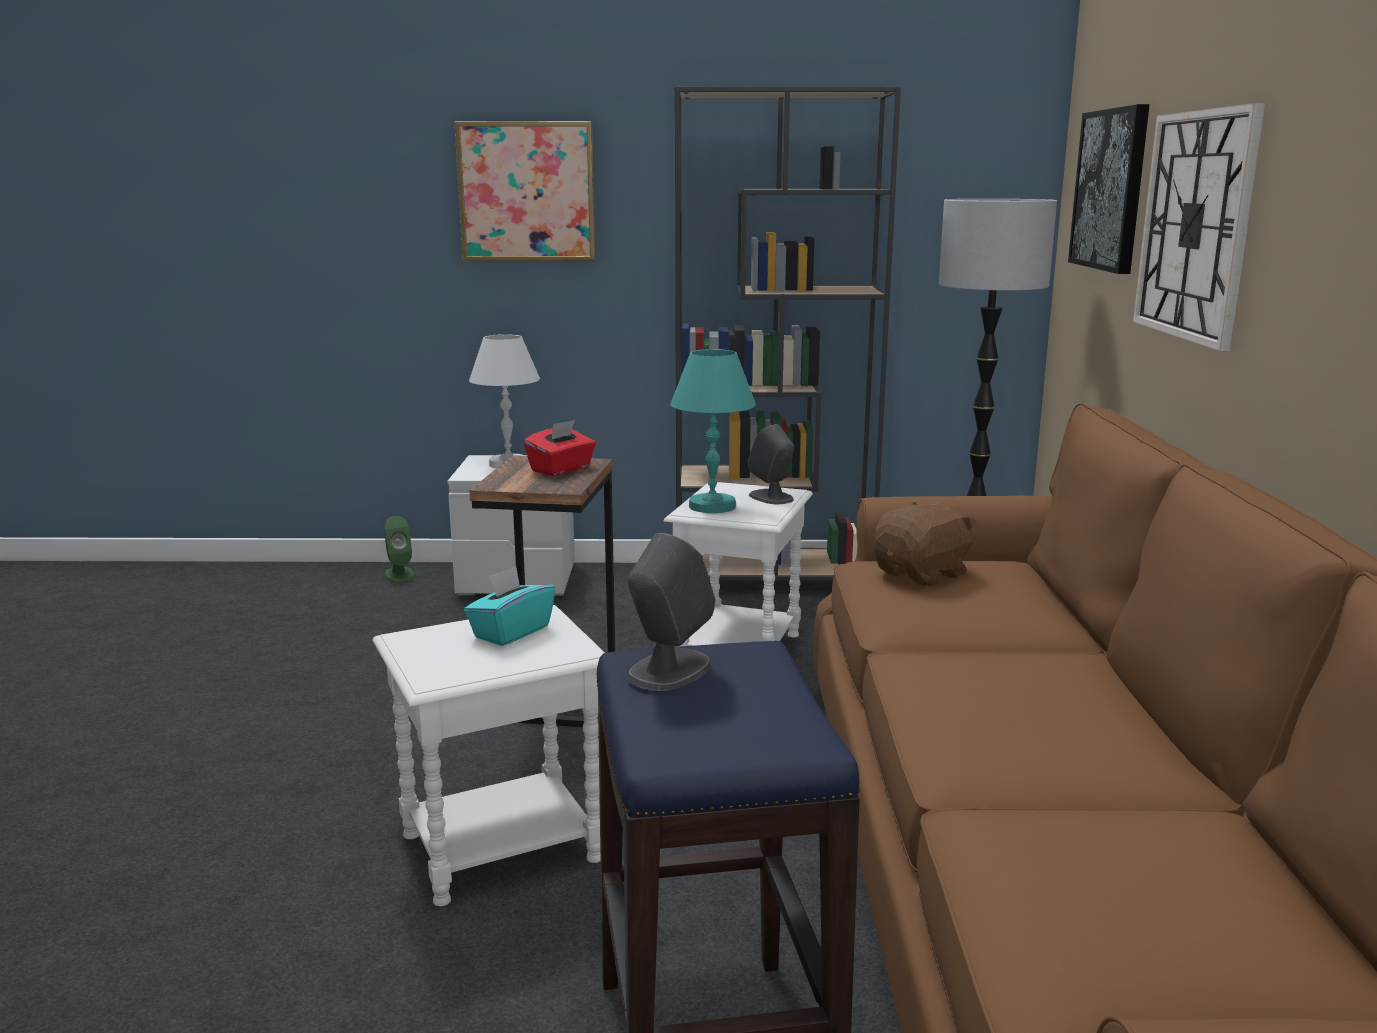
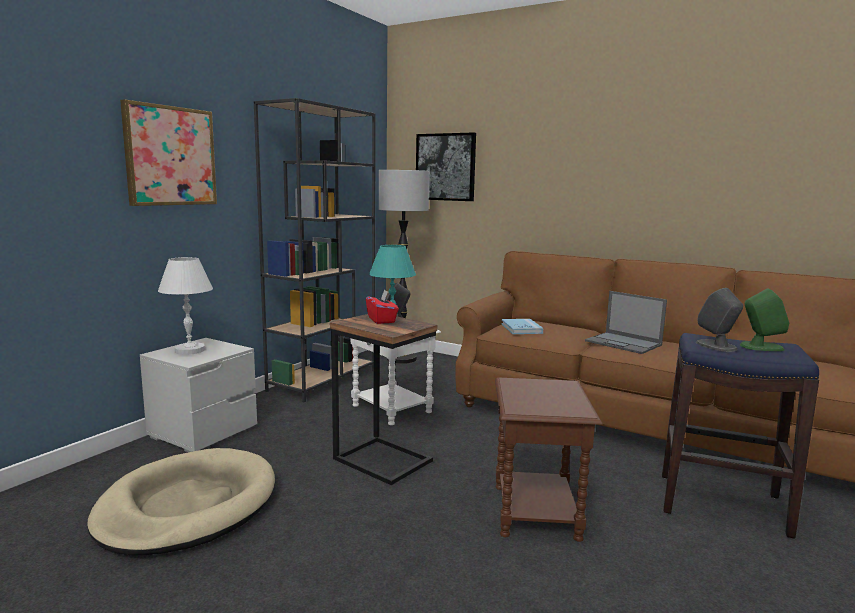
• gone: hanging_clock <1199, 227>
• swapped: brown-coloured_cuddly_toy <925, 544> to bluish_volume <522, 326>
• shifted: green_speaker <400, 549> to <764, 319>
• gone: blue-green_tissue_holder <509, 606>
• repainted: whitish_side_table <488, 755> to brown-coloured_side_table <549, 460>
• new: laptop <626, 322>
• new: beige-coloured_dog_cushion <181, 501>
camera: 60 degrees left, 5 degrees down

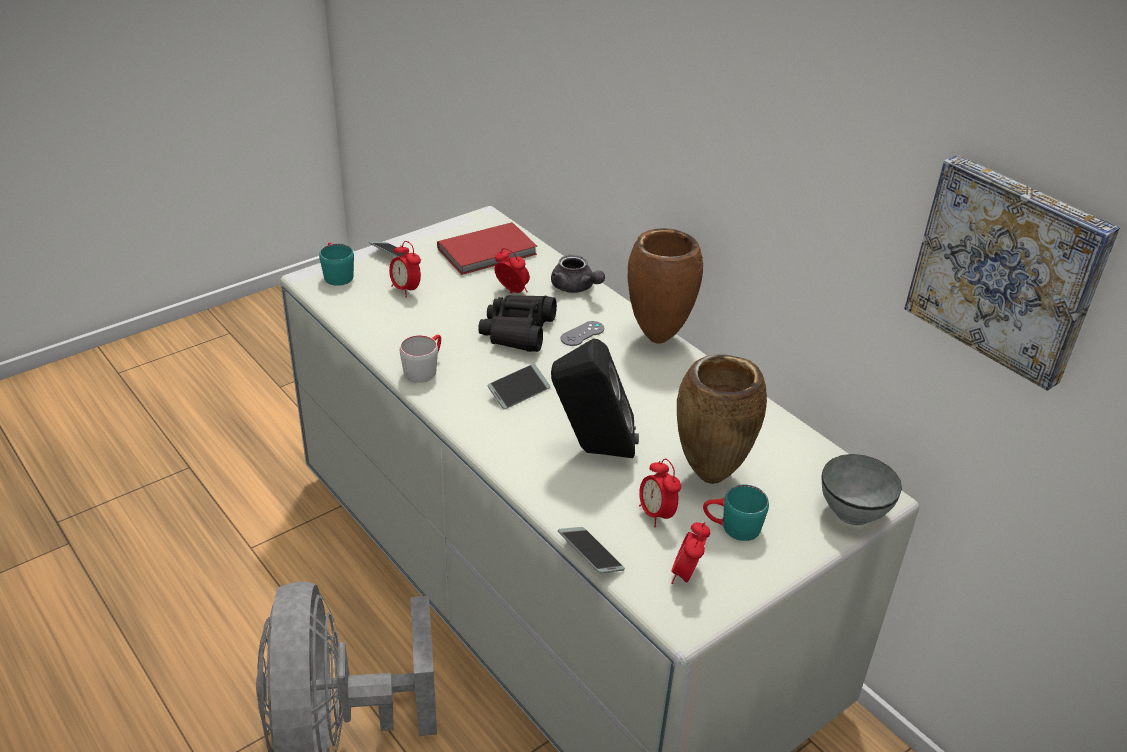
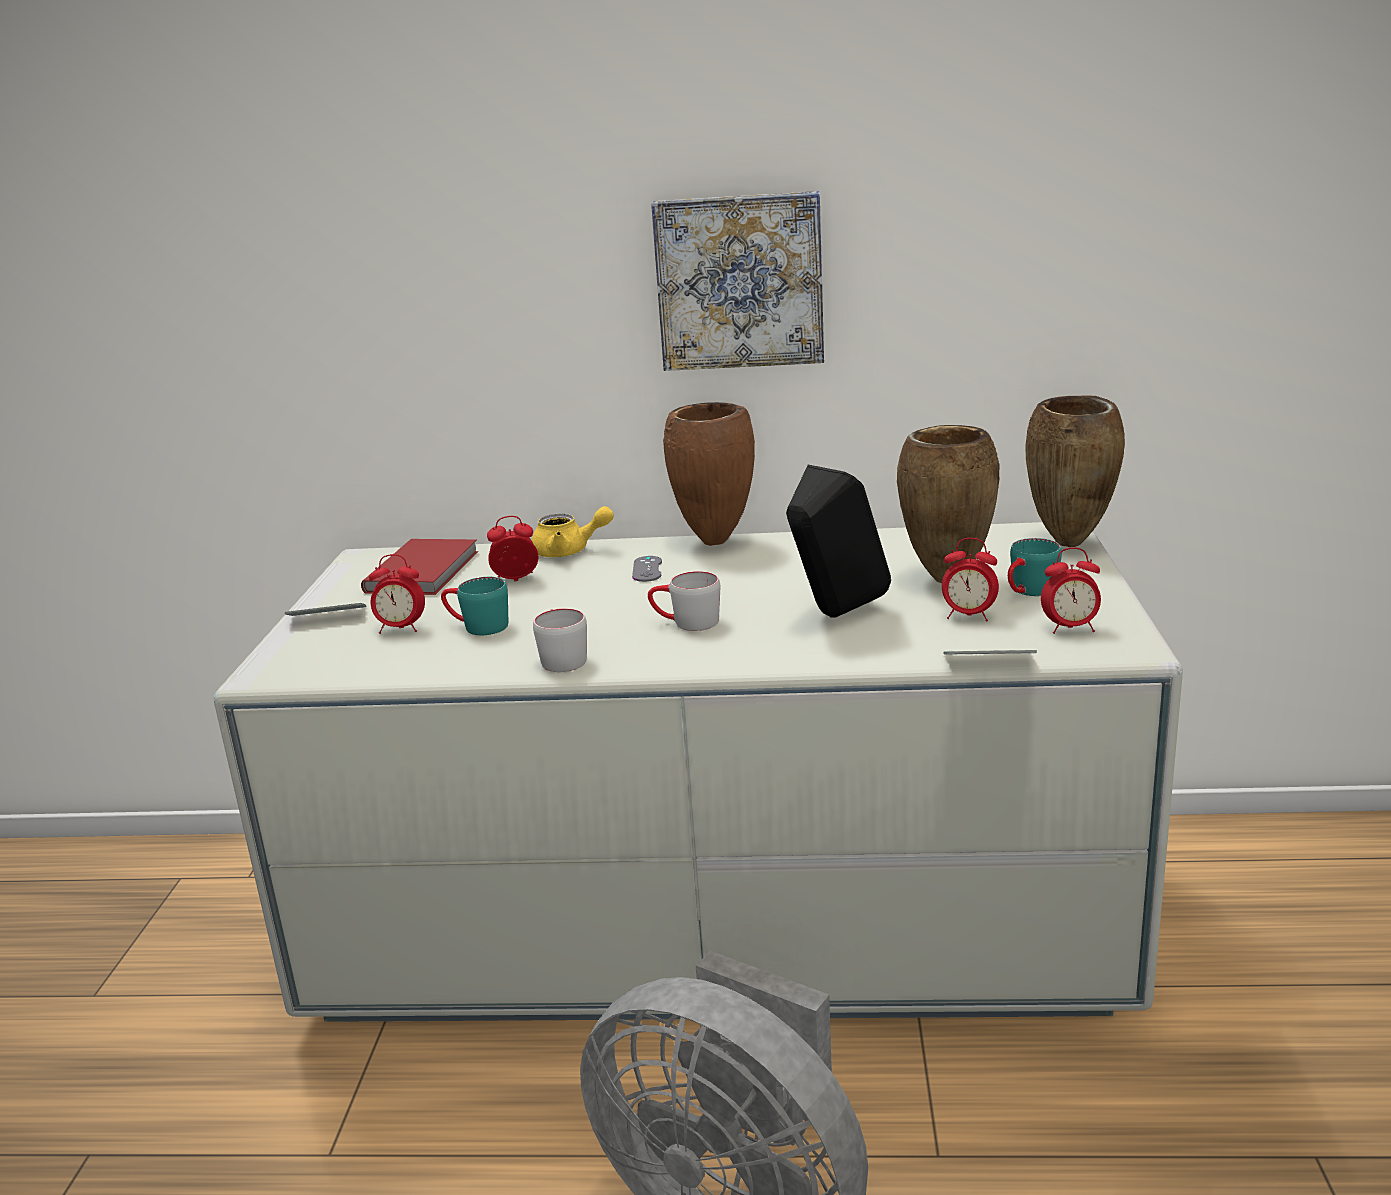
• shifted: wall_art <1012, 273> to <737, 281>
• shifted: blue-green_mug <336, 264> to <474, 606>
• repainted: greyish_teapot <578, 274> to yellow-coloured_teapot <573, 531>
• gone: blackish_field_glasses <517, 323>
• swapped: phone <519, 386> to greyish_mug <684, 601>
• swapped: greyish_bowl <862, 489> to brown-coloured_vase <1075, 471>
• rotated: bedside_clock <691, 553> = <1071, 591> 60 degrees counterclockwise
camera: 45 degrees left, 15 degrees down

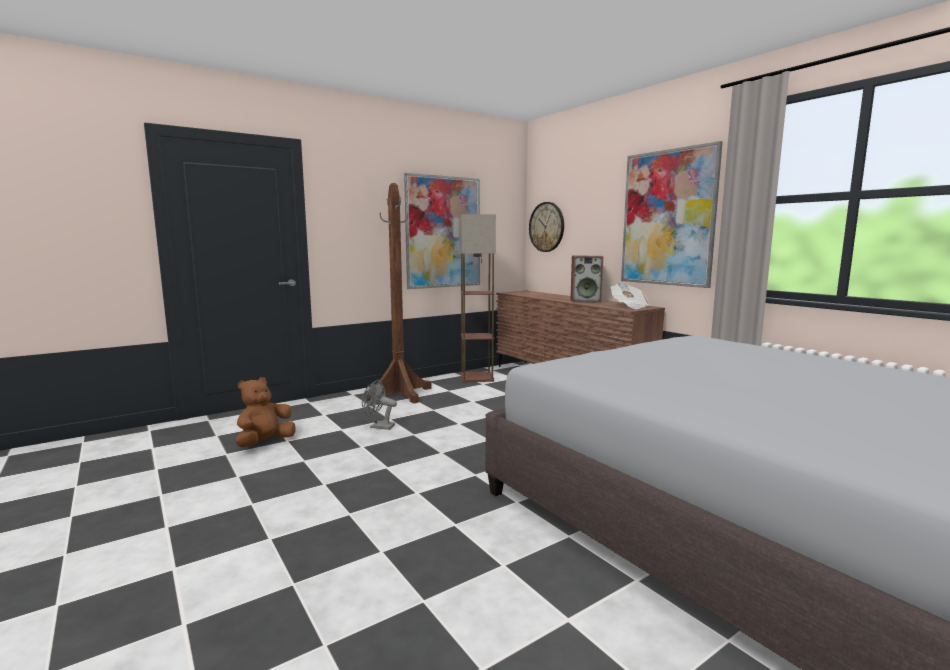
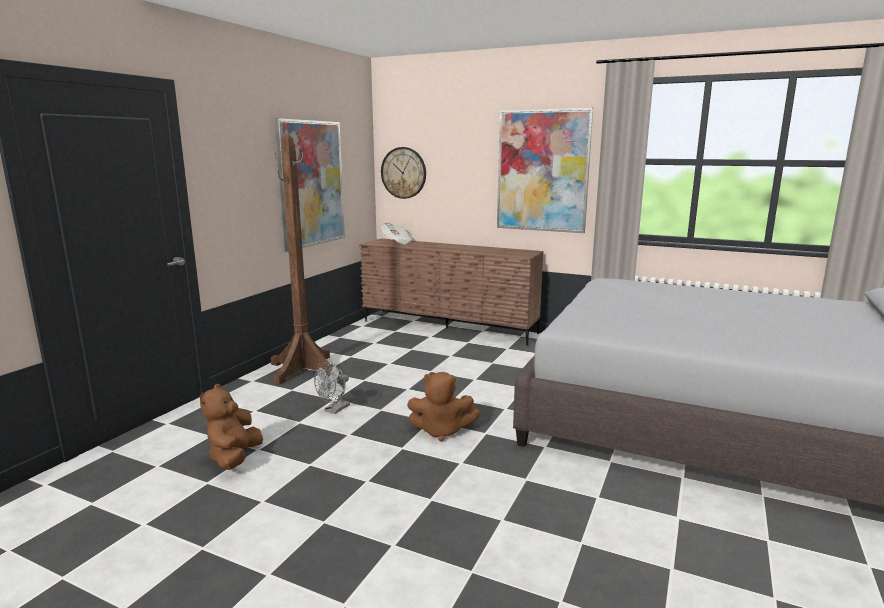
• gone: floor_lamp <477, 298>
• gone: speaker <586, 279>
• shifted: daily_paper <630, 296> to <396, 233>
• rotated: greyish_fan <379, 405> = <332, 388> 45 degrees counterclockwise
• new: brown-coloured_cuddly_toy <443, 407>
camera: 30 degrees left, 5 degrees up

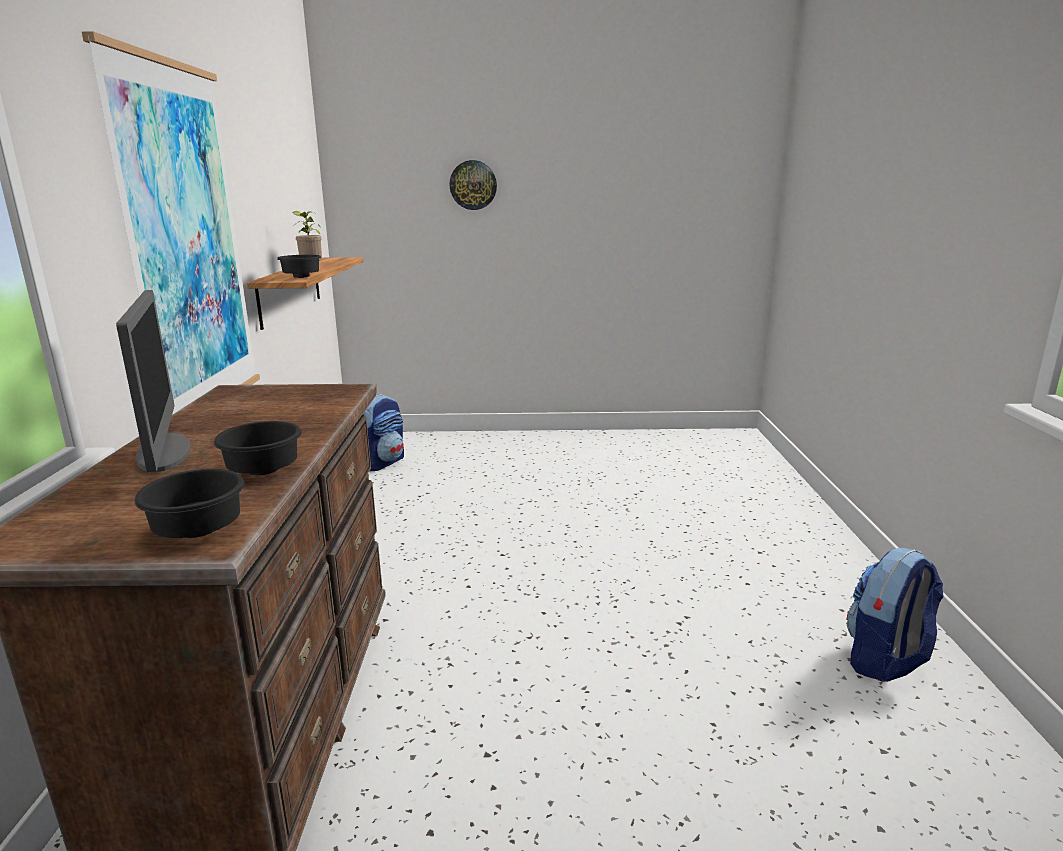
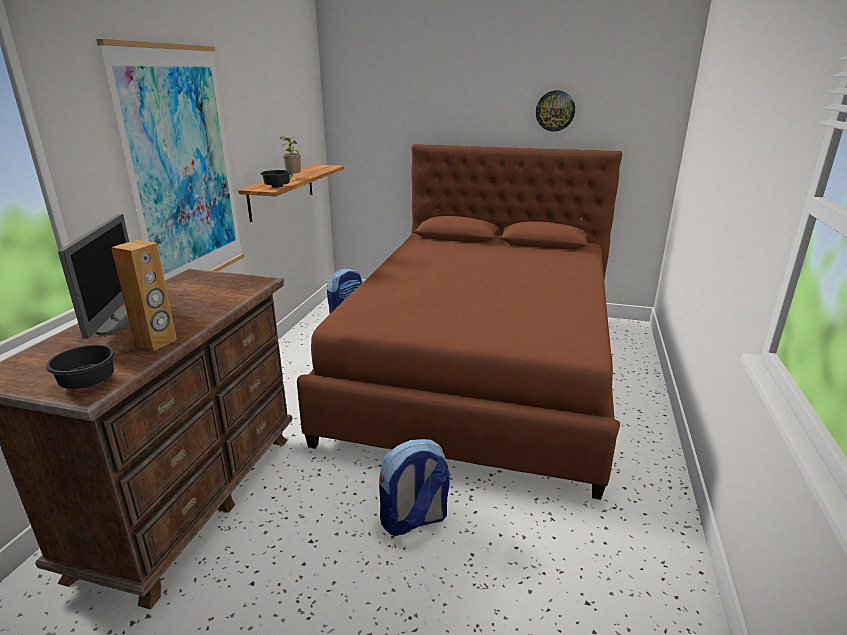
• shifted: hanging_clock <473, 185> to <555, 111>
• swapped: blackish_bowl <258, 448> to brown-coloured_speaker <144, 295>
• shifted: knapsack <895, 615> to <414, 487>
• new: brown-coloured_bed <459, 322>
camera: 15 degrees right, 5 degrees up

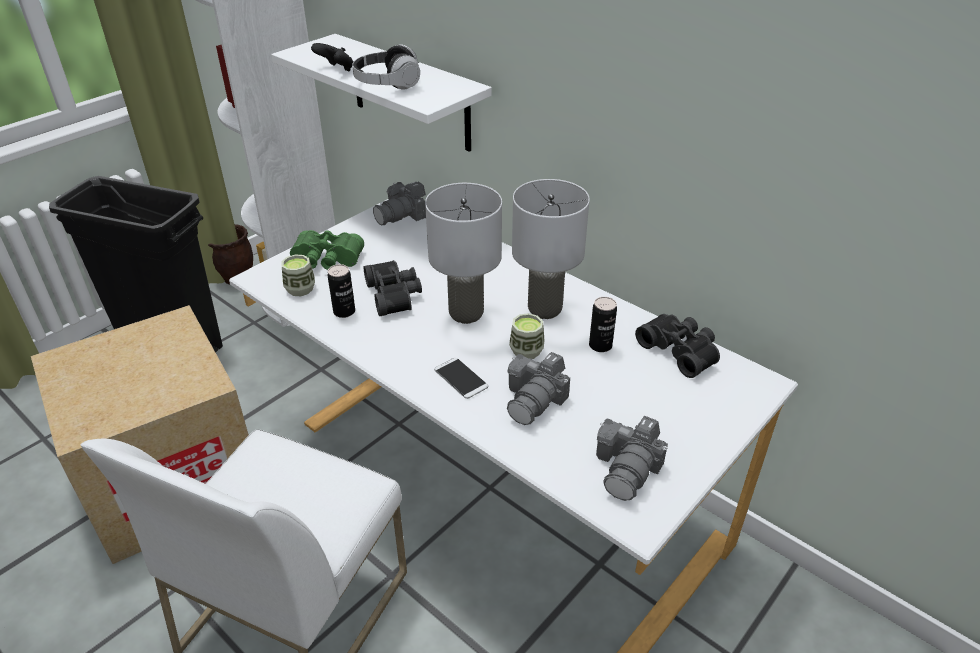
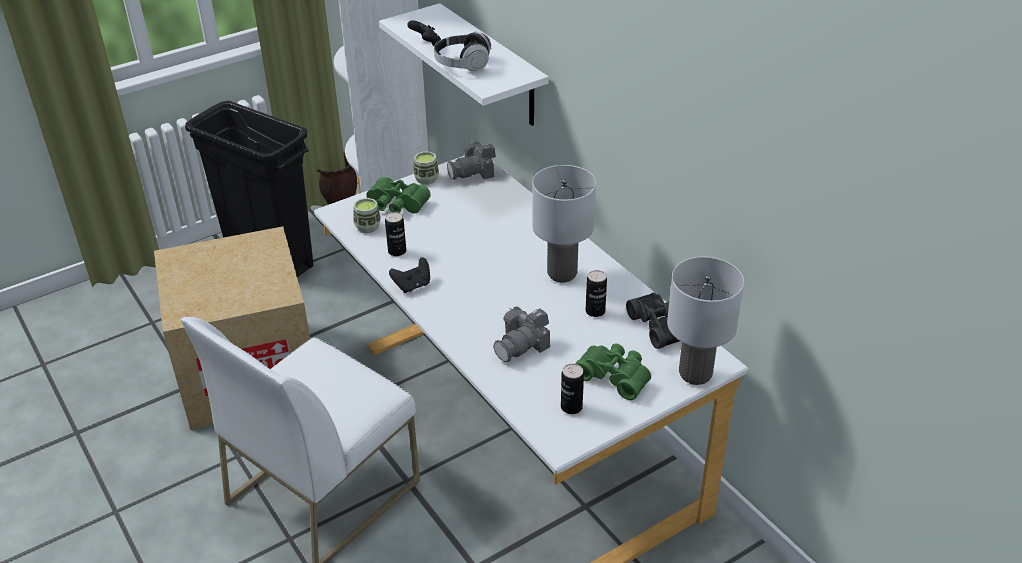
• shifted: whitish_lamp_for_a_table <463, 253> to <705, 321>
• gone: blackish_field_glasses <393, 288>
• shifted: drinking_cup <527, 336> to <426, 168>
• gone: phone <461, 378>
• swapped: photo_camera <632, 458> to sealed_can <572, 389>
• new: blackish_game_controller <409, 275>
• new: green_field_glasses <613, 371>
camera: 15 degrees right, 0 degrees up

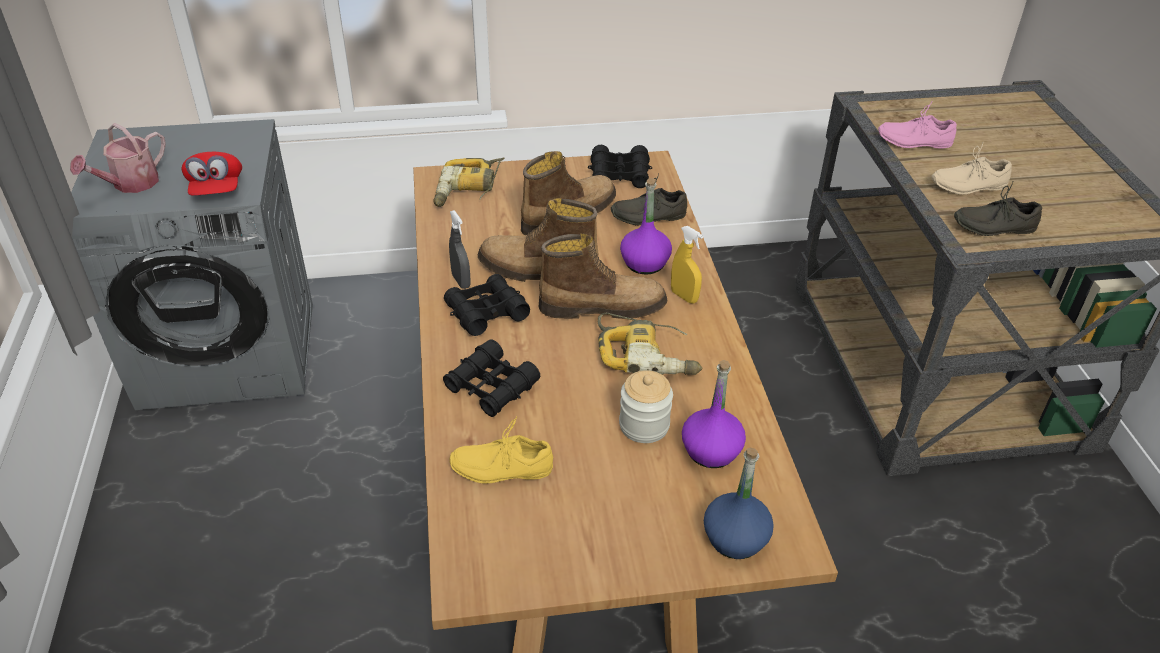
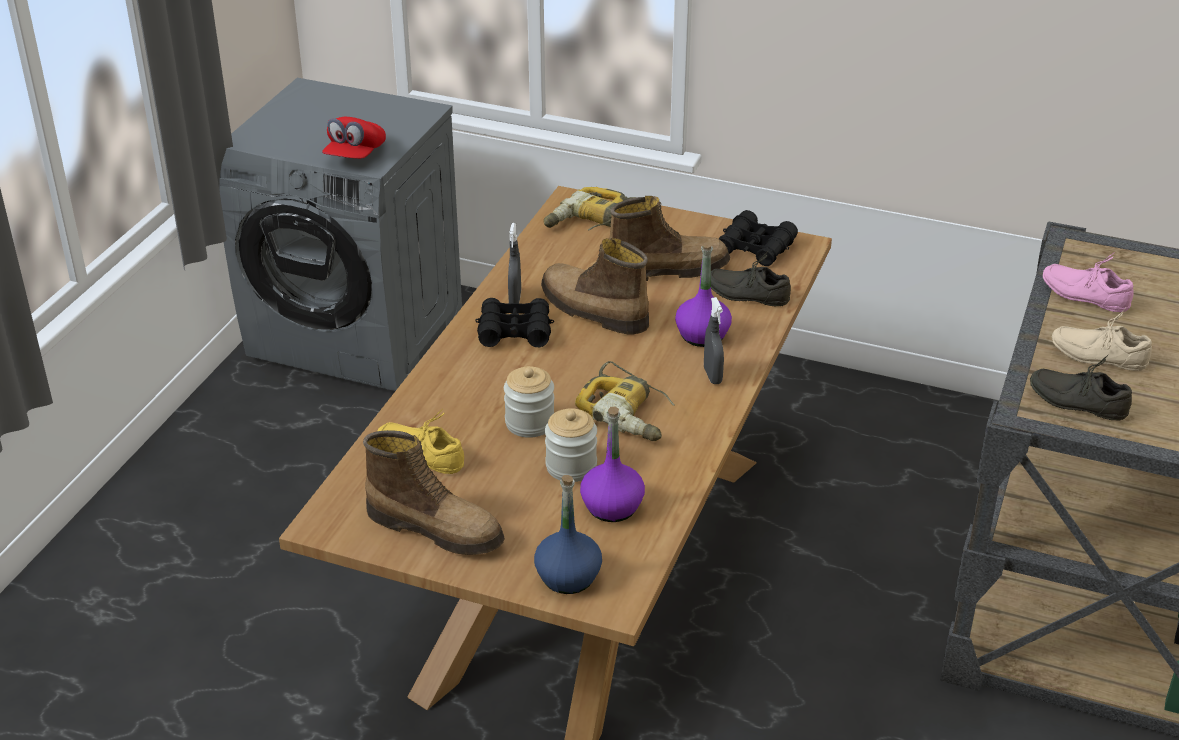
• gone: watering_pot <118, 158>
• repainted: yellow-coloured_hand_sprayer <687, 265> to greyish_hand_sprayer <714, 340>
• shifted: boot <602, 276> to <434, 492>
• gone: blackish_field_glasses <491, 378>
• new: storage_jar <529, 402>
camera: 30 degrees right, 5 degrees down

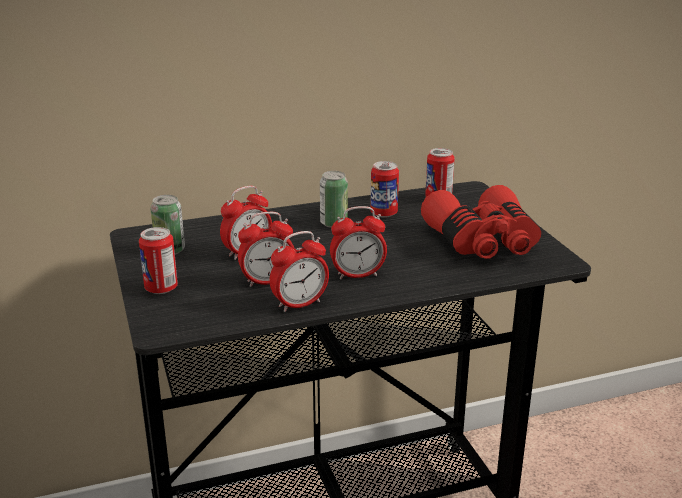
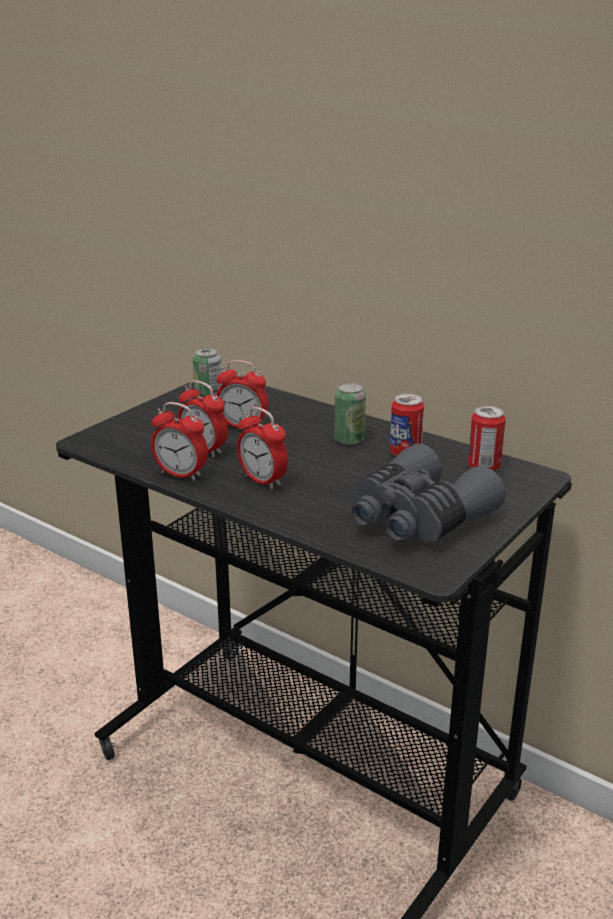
• repainted: reddish_field_glasses <481, 222> to greyish_field_glasses <428, 493>
• gone: sealed_can <158, 260>
camera: 55 degrees right, 0 degrees up

